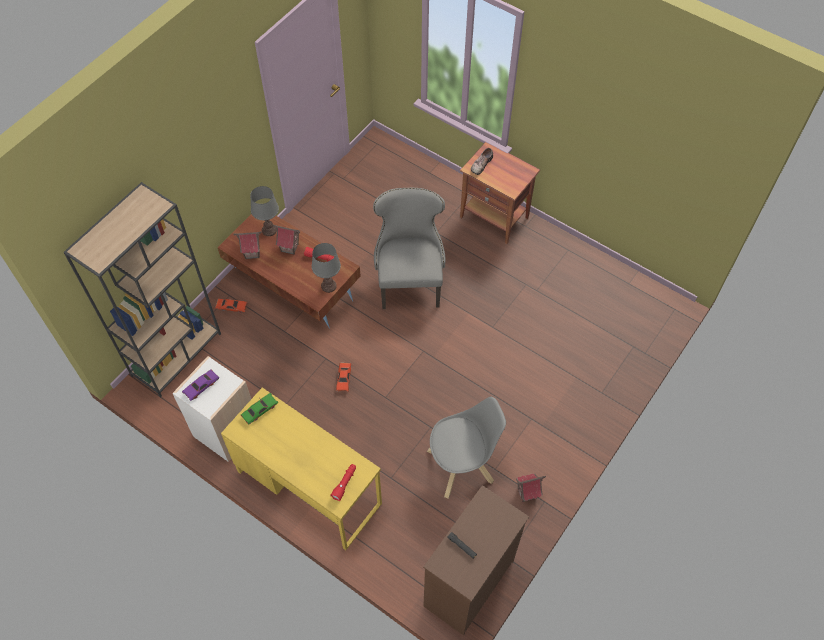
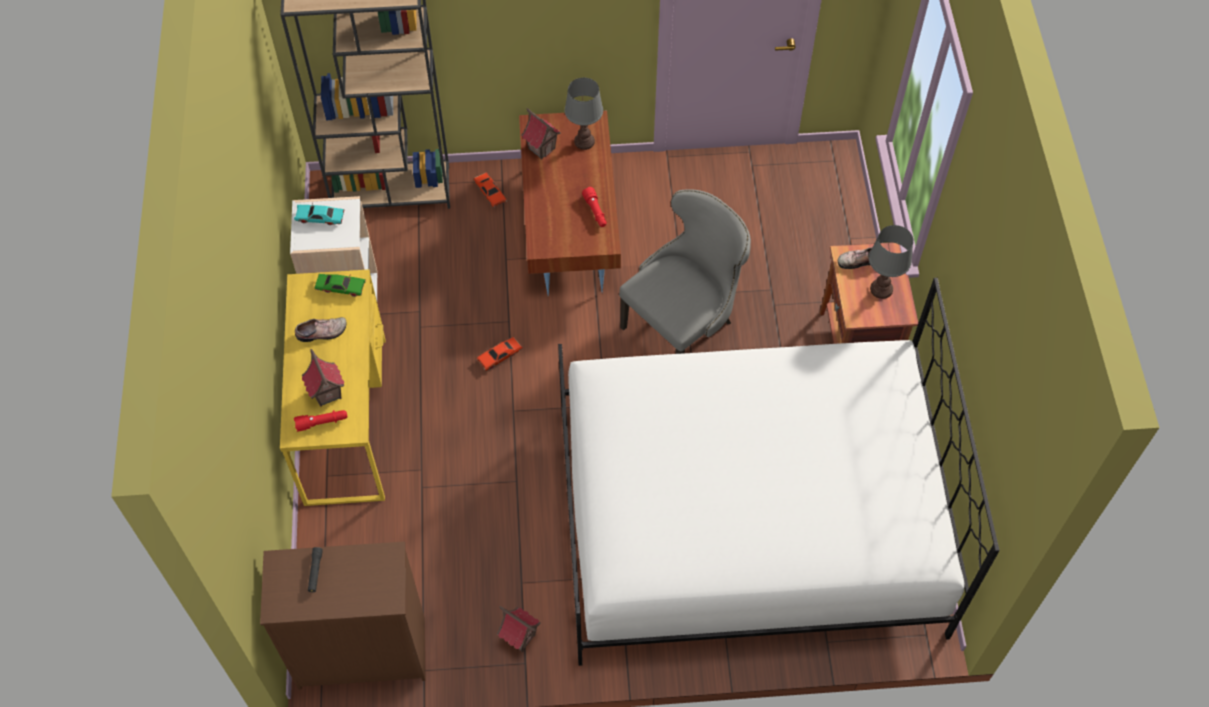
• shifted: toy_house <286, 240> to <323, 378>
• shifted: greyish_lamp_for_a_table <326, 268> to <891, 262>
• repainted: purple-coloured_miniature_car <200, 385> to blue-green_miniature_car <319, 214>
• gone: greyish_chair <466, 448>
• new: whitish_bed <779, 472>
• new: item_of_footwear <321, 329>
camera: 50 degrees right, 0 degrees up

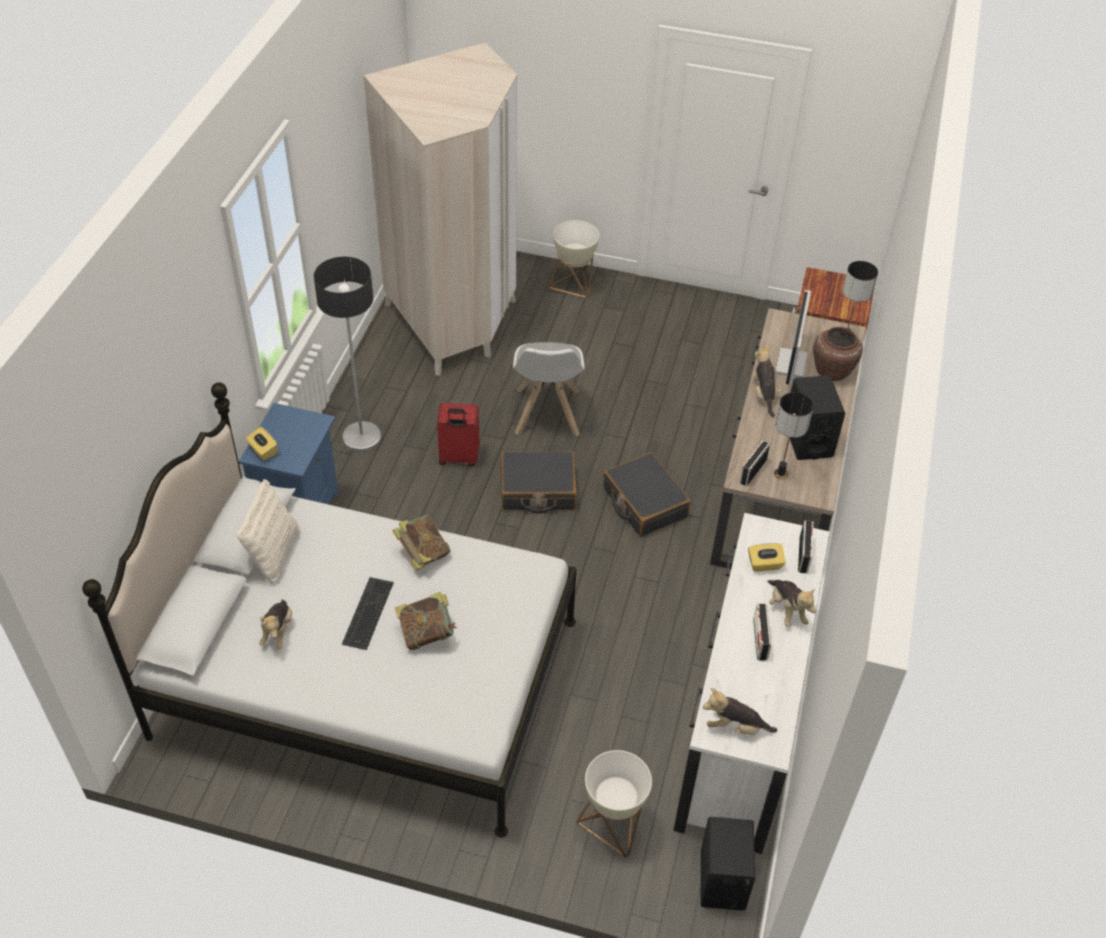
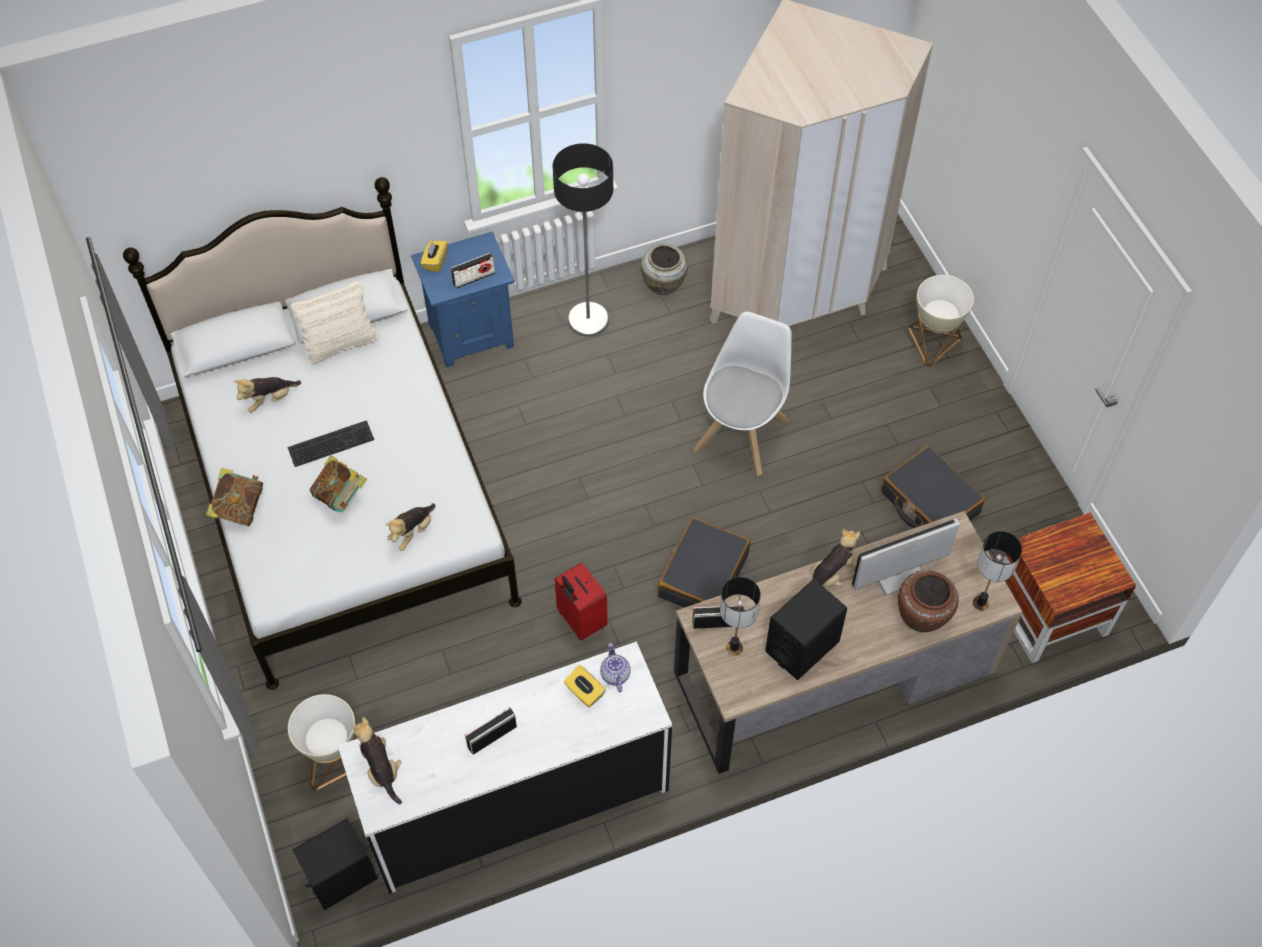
• rotated: chair <548, 389> = <743, 394> 150 degrees clockwise
• shifted: reddish_piece_of_luggage <458, 435> to <581, 601>
• shifted: blackish_piece_of_luggage <539, 482> to <933, 486>
• shifted: volume <421, 542> to <234, 497>
• shifted: radio <806, 546> to <473, 271>
• shifted: cuddly_toy <791, 603> to <410, 527>
• new: beige-coloured_vase <664, 269>
• new: teapot <615, 667>
camera: 55 degrees right, 10 degrees up

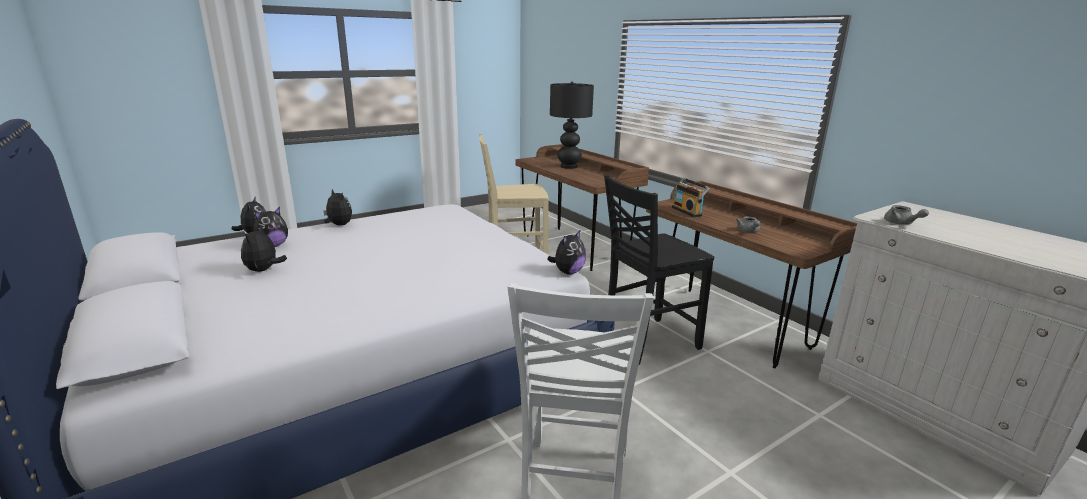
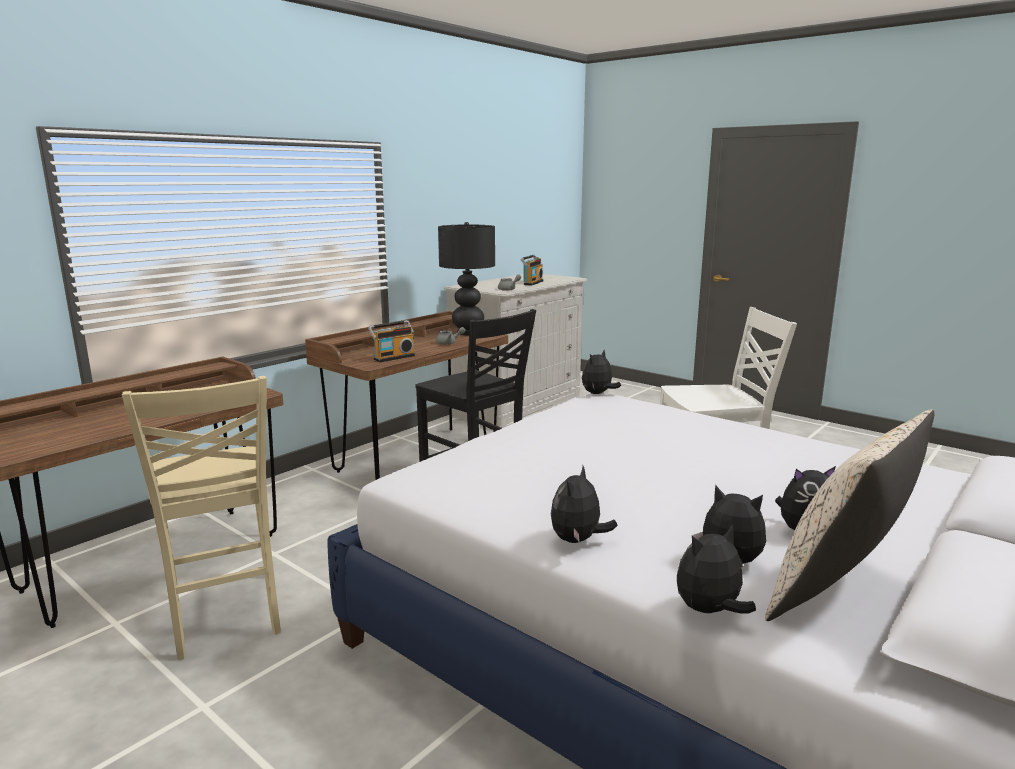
• shifted: blackish_lamp_for_a_table <572, 125> to <466, 278>
• rotated: cuddly_toy <566, 253> = <601, 372> 75 degrees counterclockwise
• new: radio <531, 270>
• new: beige-coloured_throw_pillow <849, 515>
camera: 105 degrees left, 5 degrees down

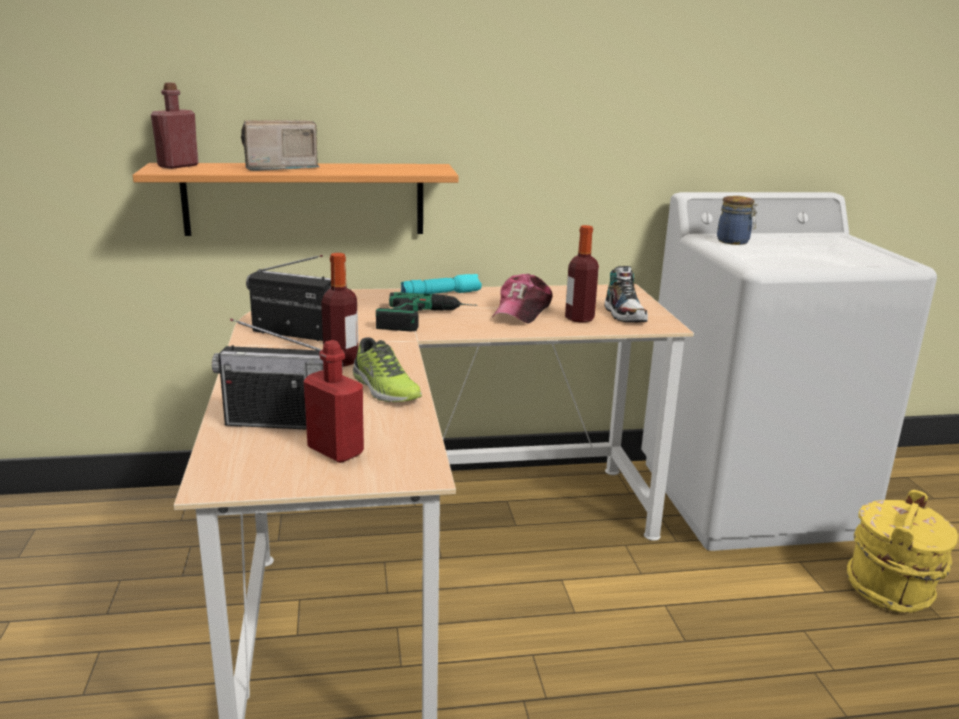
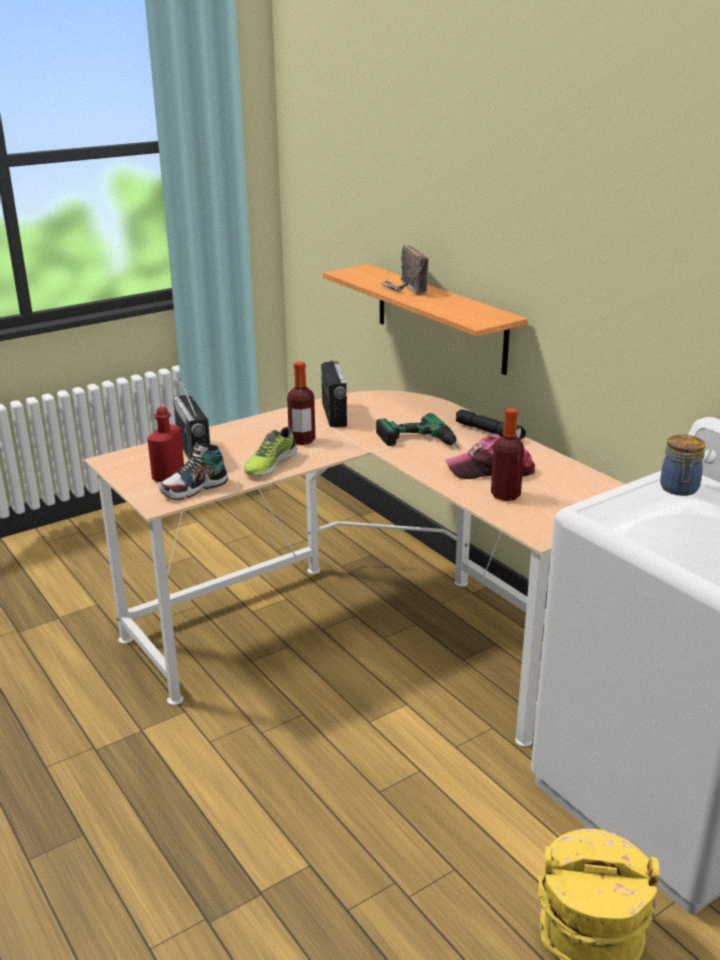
• gone: reddish_beverage_bottle <174, 126>
• rotated: radio <280, 145> = <405, 270> 150 degrees counterclockwise
• shifted: item_of_footwear <626, 294> to <193, 470>
• repainted: blue-green_torch <441, 284> to blackish_torch <491, 425>
camera: 65 degrees right, 5 degrees up

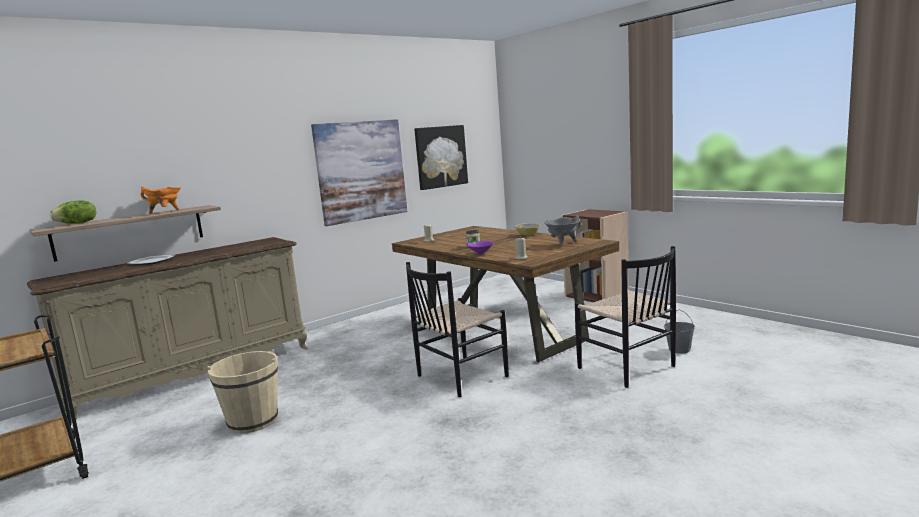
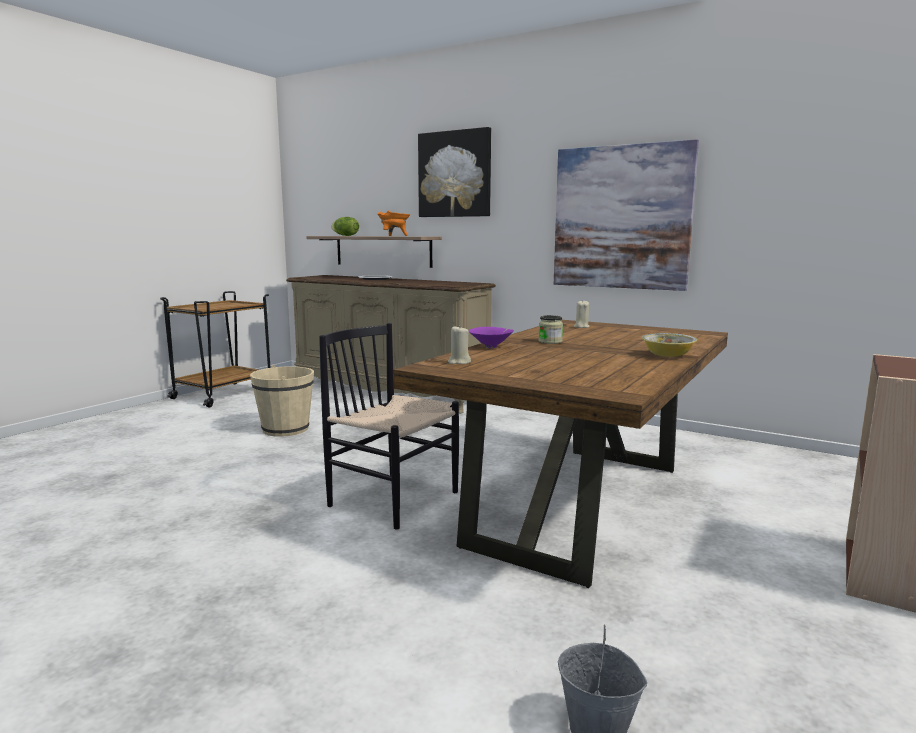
• shifted: wall_art <441, 157> to <454, 172>
• gone: greyish_saucepot <563, 231>
• gone: blackish_chair <625, 317>
camera: 70 degrees right, 0 degrees up

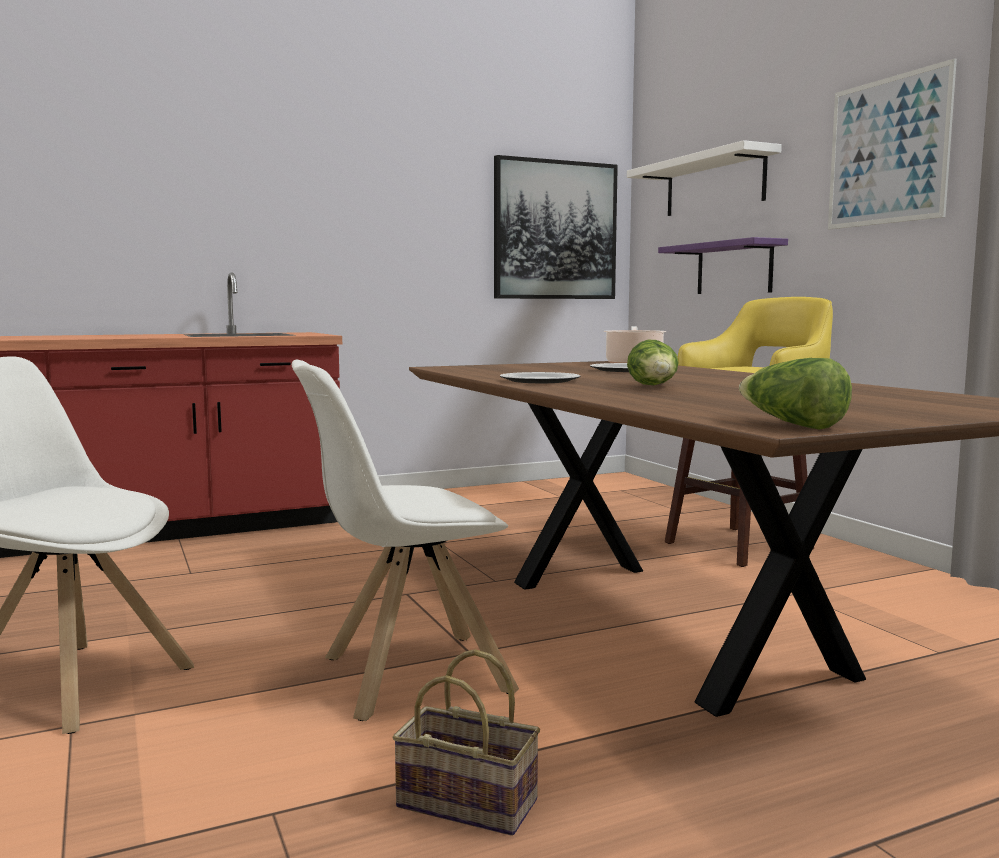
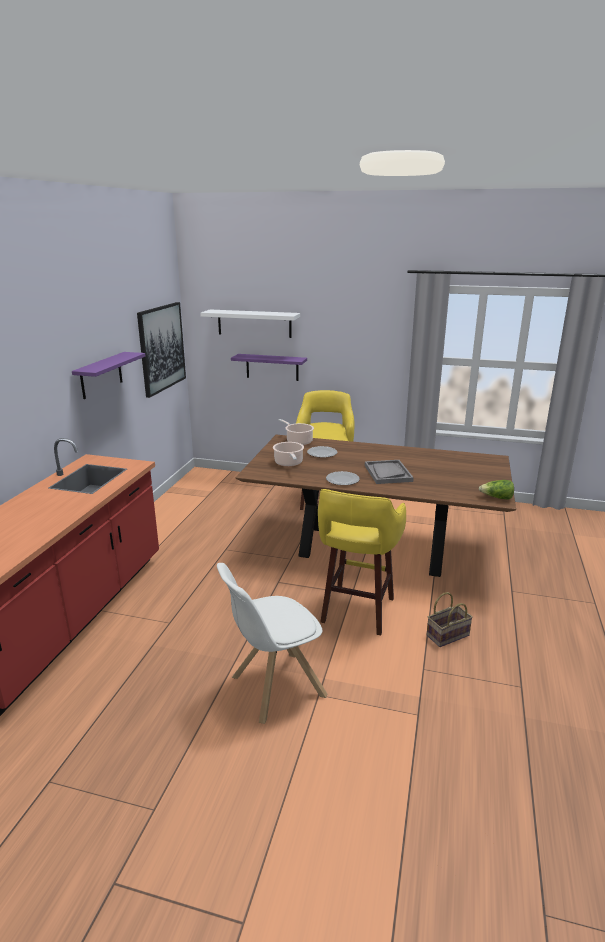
• gone: wall_art <892, 143>
• swapped: lettuce <653, 362> to greyish_serving_tray <389, 472>
• swapped: whitish_chair <405, 540> to yellow-coloured_stool_seat <362, 562>
• new: purple-coloured_wall_shelf <108, 375>
• new: saucepot <288, 454>
camera: 50 degrees left, 15 degrees up

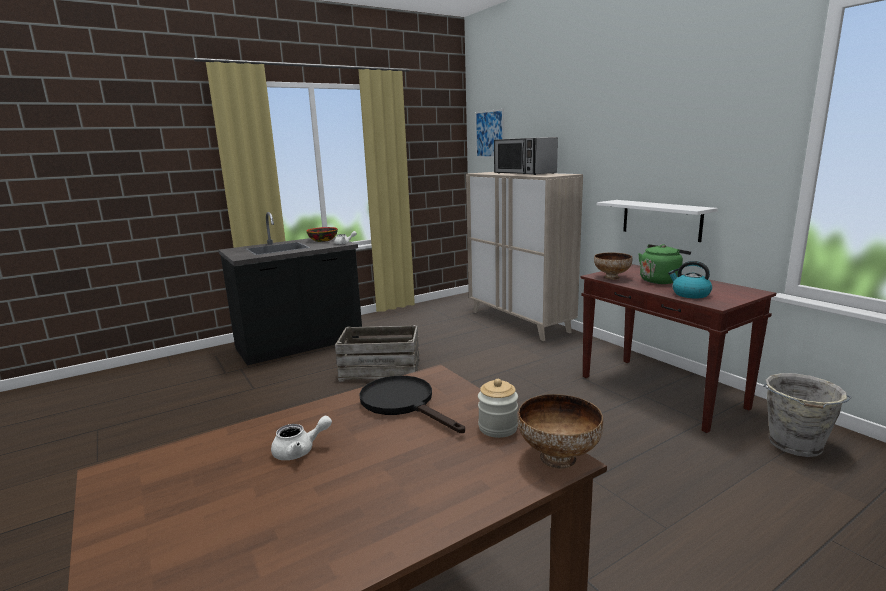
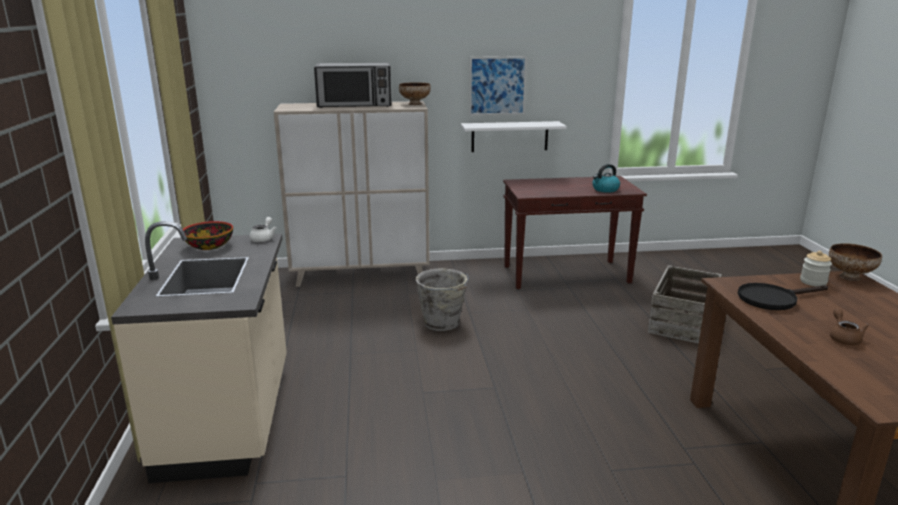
• shifted: wall_art <489, 133> to <498, 86>
• repainted: blackish_kitchen_counter <290, 289> to beige-coloured_kitchen_counter <199, 352>
• gone: green_kettle <664, 264>
• shifted: bowl <613, 266> to <415, 93>
• shifted: crate <377, 353> to <685, 305>
• shifted: greyish_bucket <808, 415> to <442, 299>
• repainted: whitish_teapot <301, 438> to brown-coloured_teapot <849, 327>
camera: 65 degrees left, 5 degrees up

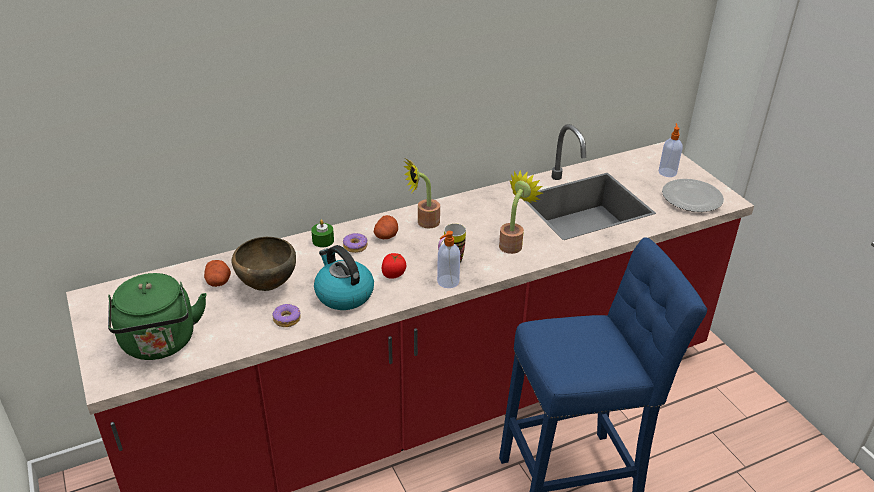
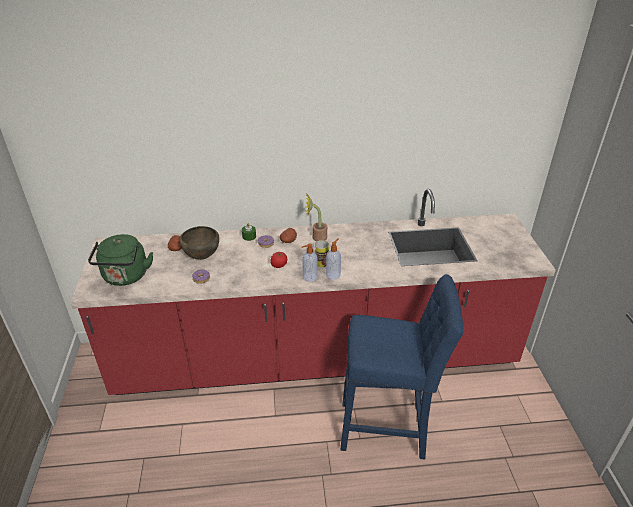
• shifted: soap_dispenser <671, 150> to <333, 259>
• gone: potted_plant <521, 212>
• gone: flat_dish <693, 195>
• gone: kettle <344, 277>
camera: 20 degrees right, 0 degrees up

